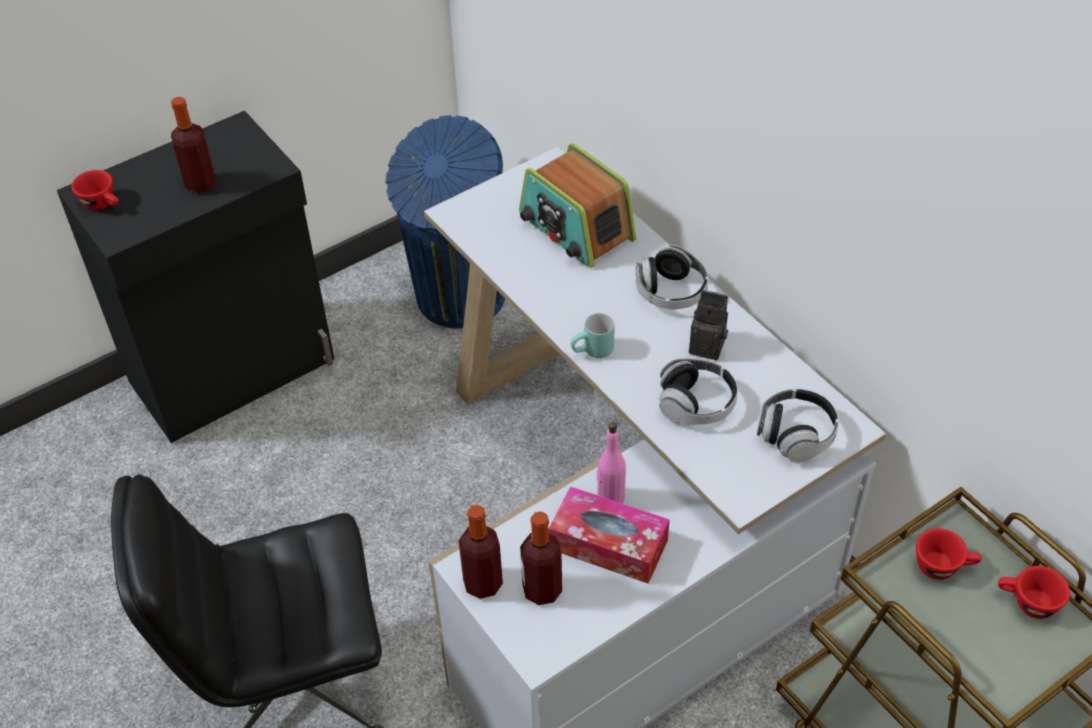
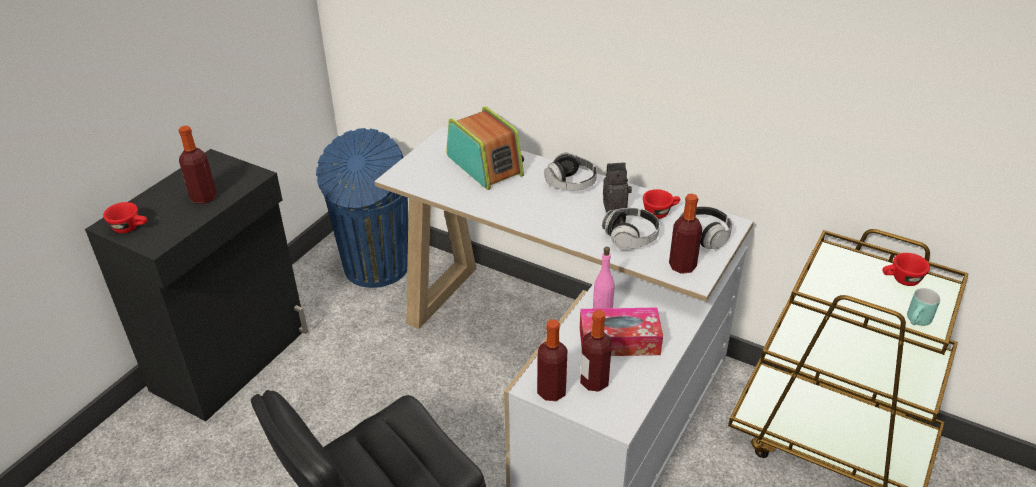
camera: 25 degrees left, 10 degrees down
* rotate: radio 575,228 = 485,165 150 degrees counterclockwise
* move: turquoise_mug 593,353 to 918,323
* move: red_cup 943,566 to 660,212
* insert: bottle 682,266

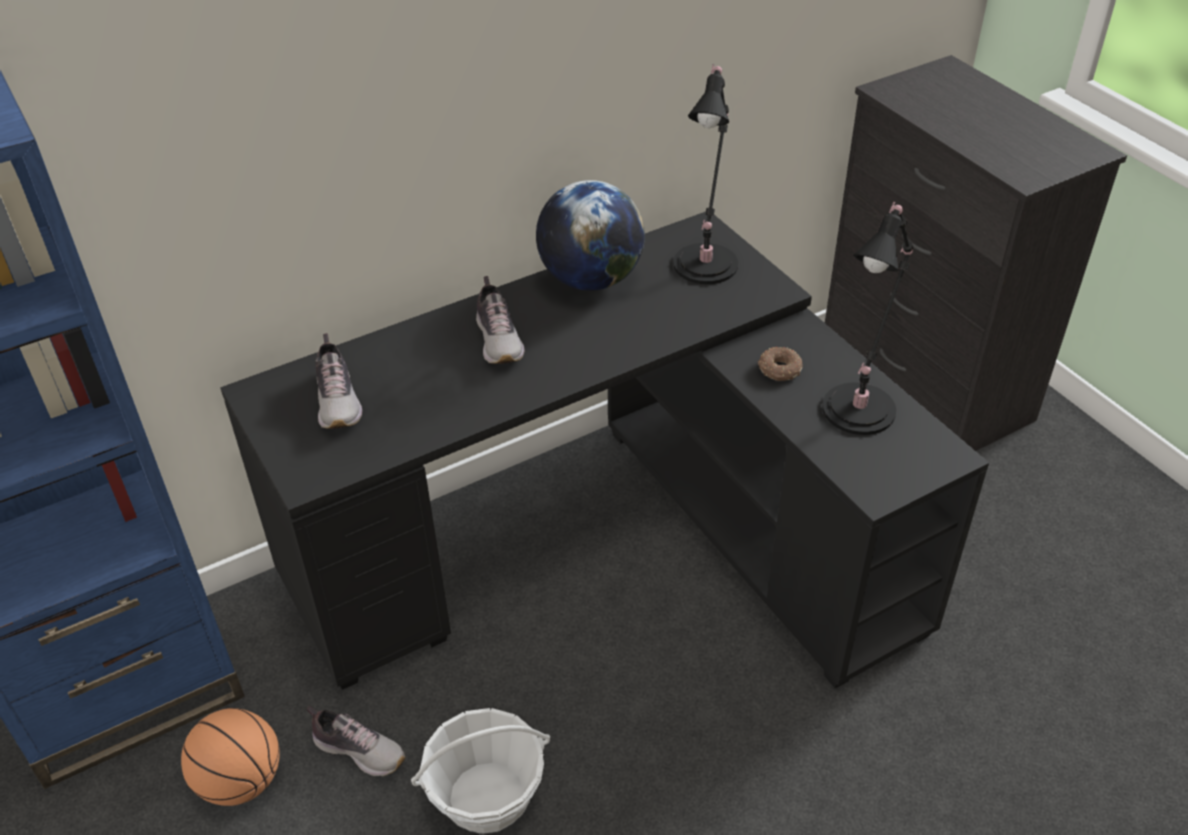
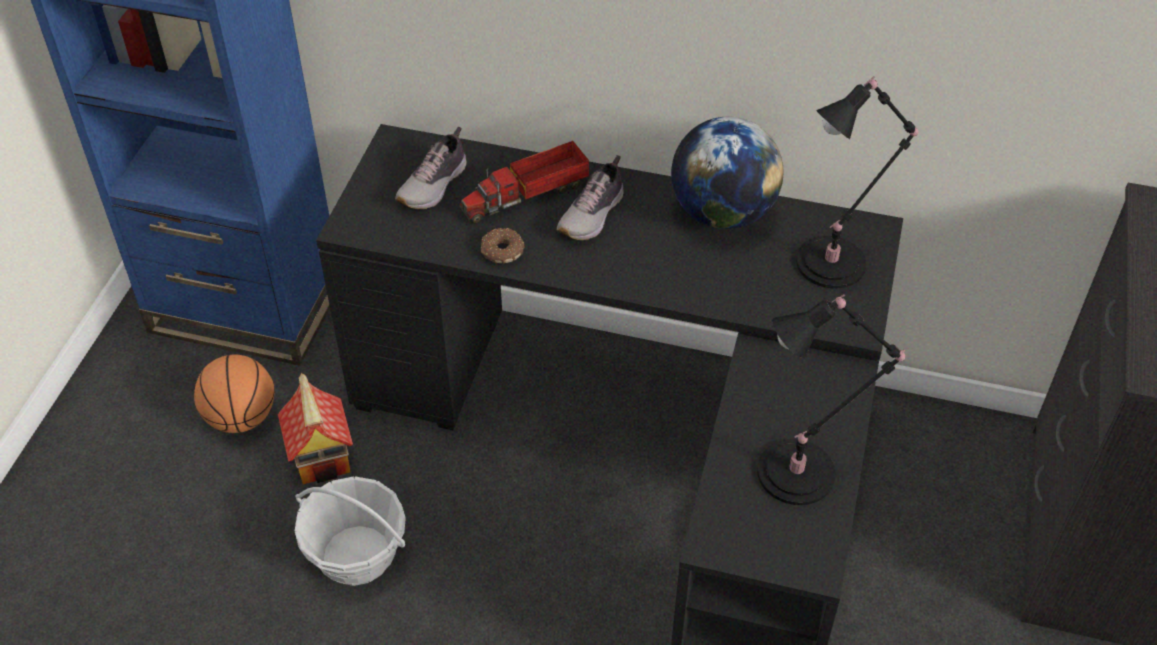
camera: 45 degrees right, 5 degrees up
* replace: shoe 359,749 to toy_house 322,457
* move: donut 779,370 to 501,251
* insert: toy_truck 527,195

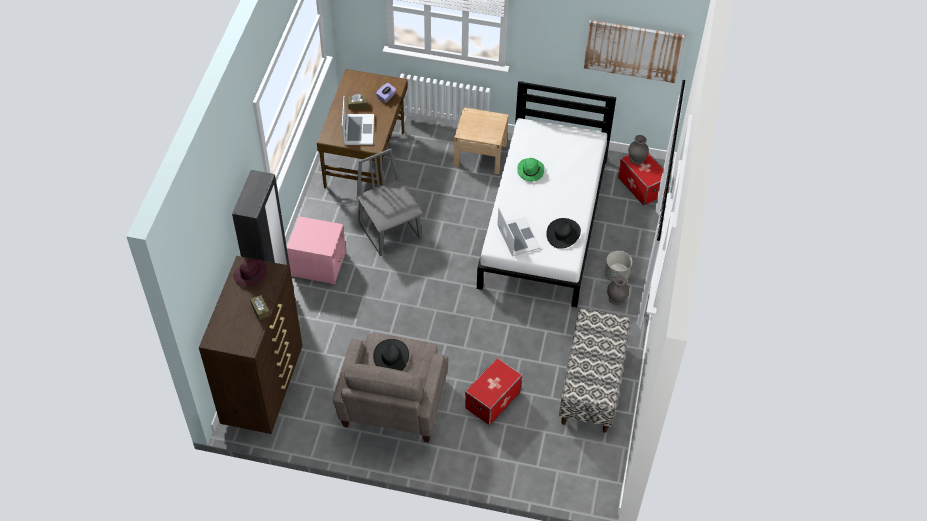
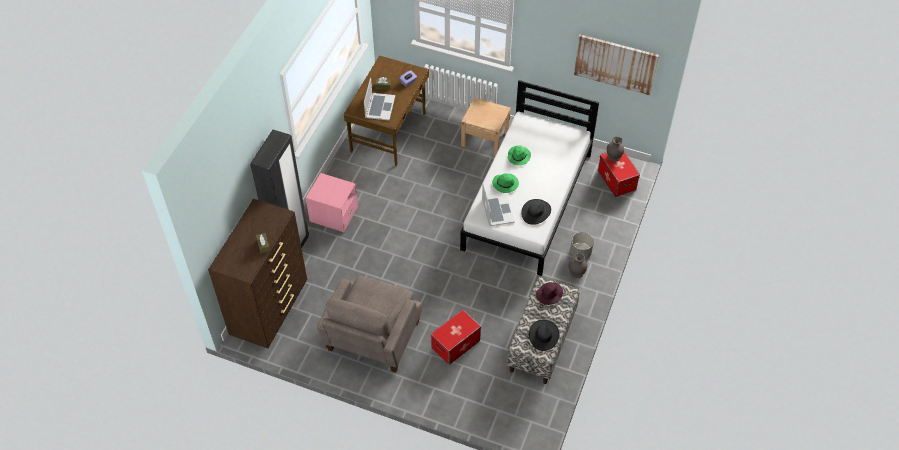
camera: 10 degrees right, 0 degrees up
* move: purple_hat 250,274 to 549,295
* delete: grey_chair 390,230
* move: black_hat 391,357 to 544,335
* insert: green_hat 506,184

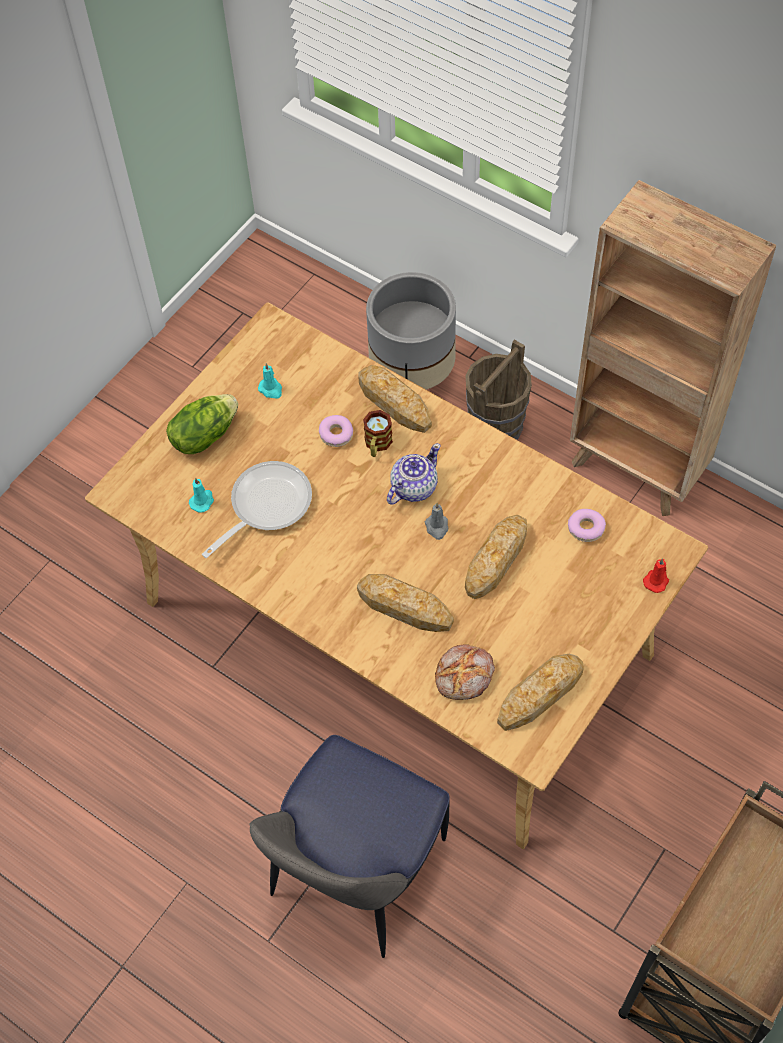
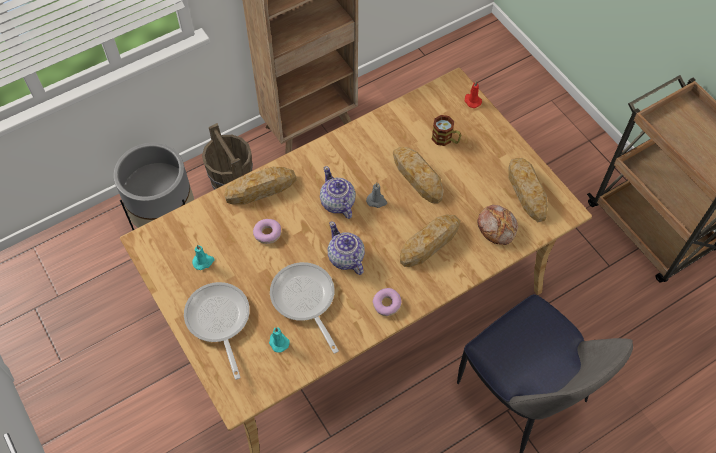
camera: 70 degrees left, 0 degrees up
* replace: lettuce 204,435 to frying_pan 219,321
* move: mug 377,445 to 445,139
* move: donut 586,528 to 386,304
* insert: teapot 346,258

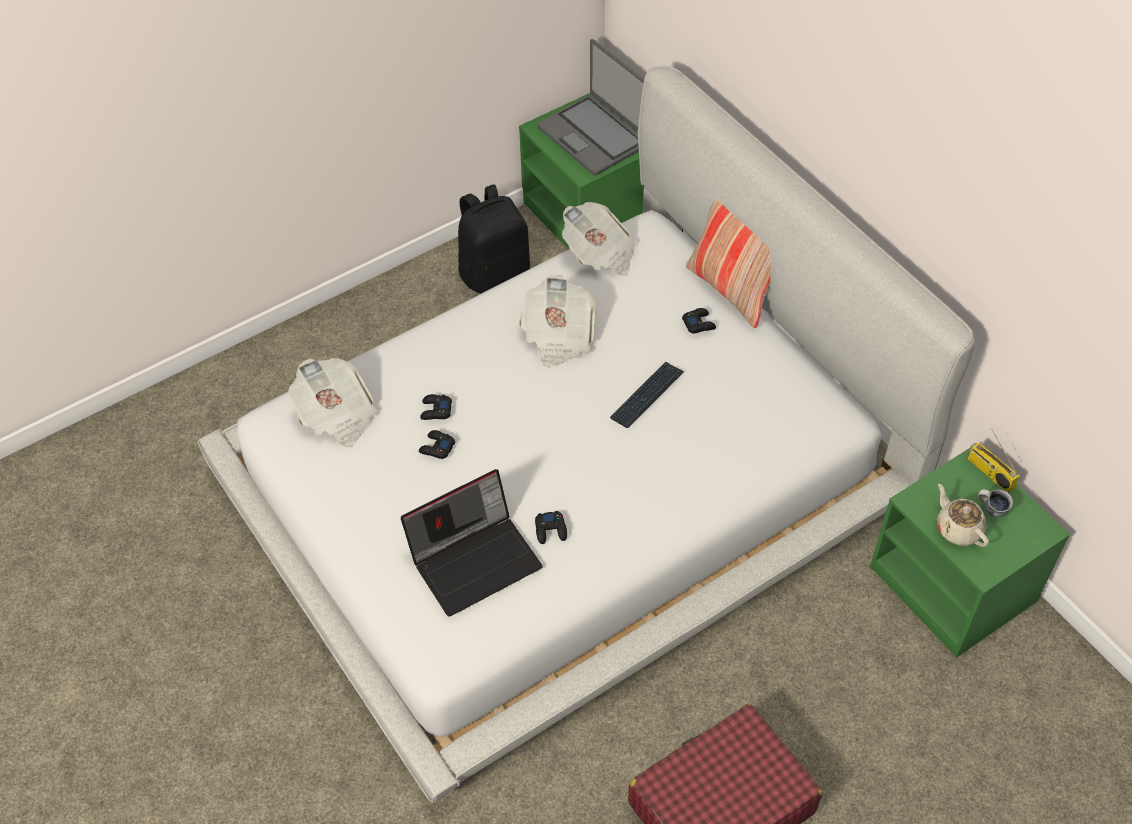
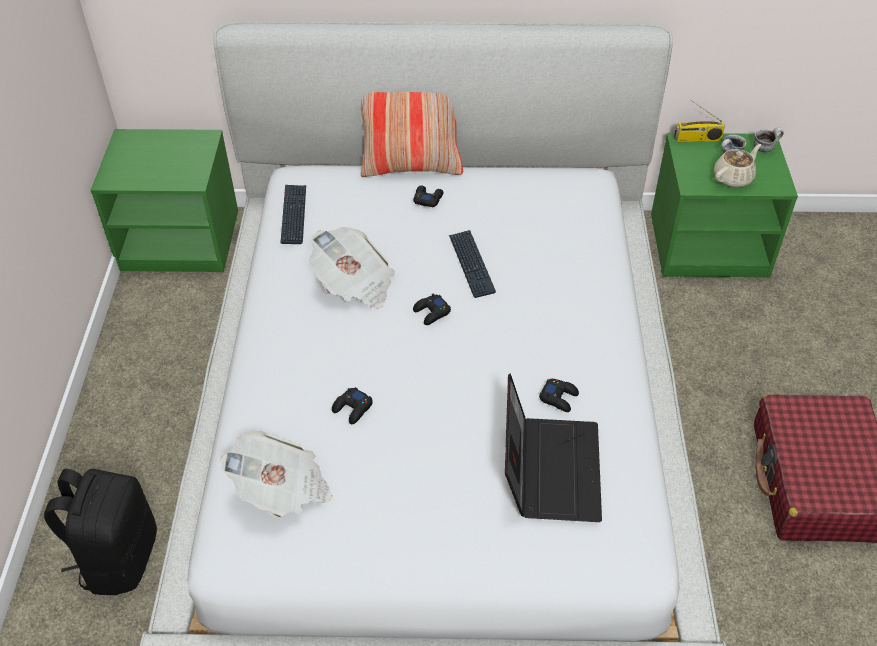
camera: 55 degrees left, 5 degrees down
* move: black_game_controller 436,447 to 431,313
* move: black_backpack 494,272 to 118,558
* delete: laptop 594,136
* replace: newspaper 599,254 to keyboard 294,215
* rotate: beige_teapot 958,528 = 733,178 135 degrees clockwise
* insert: mug 765,148

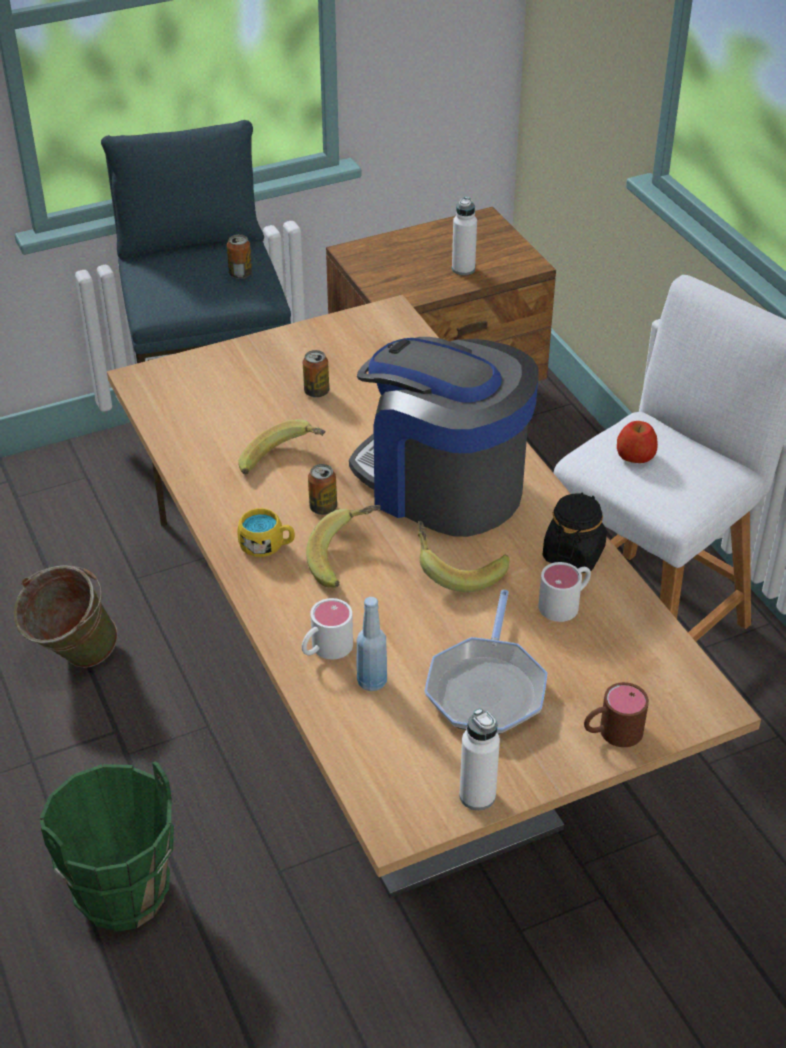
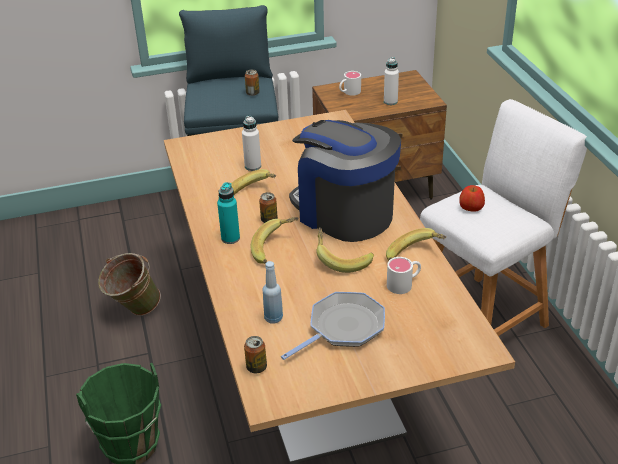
camera: 10 degrees right, 5 degrees down
* replace: yellow_mug 267,546 to turquoise_bottle 230,238
* move: white_mug 325,649 to 349,92
* move: can 316,392 to 256,367
* rotate: frying_pan 486,688 = 343,328 150 degrees counterclockwise
* move: white_bottle 477,796 to 253,166
* replace: black_jar 573,554 to banana 415,256
* delete: brown_mug 611,732

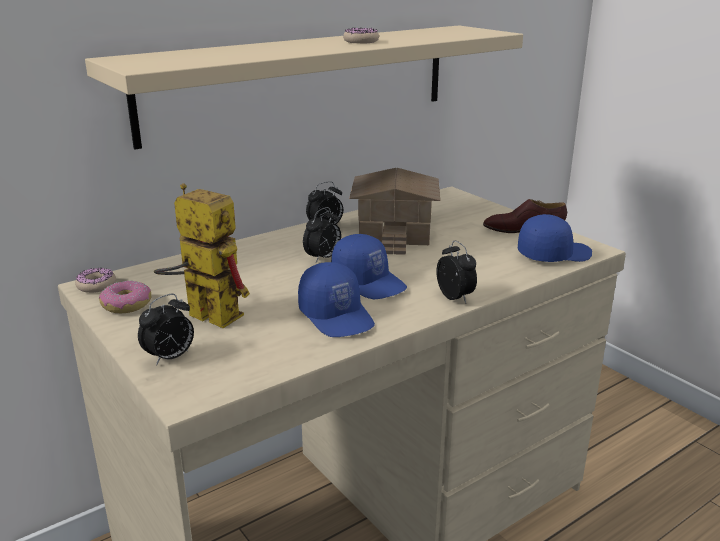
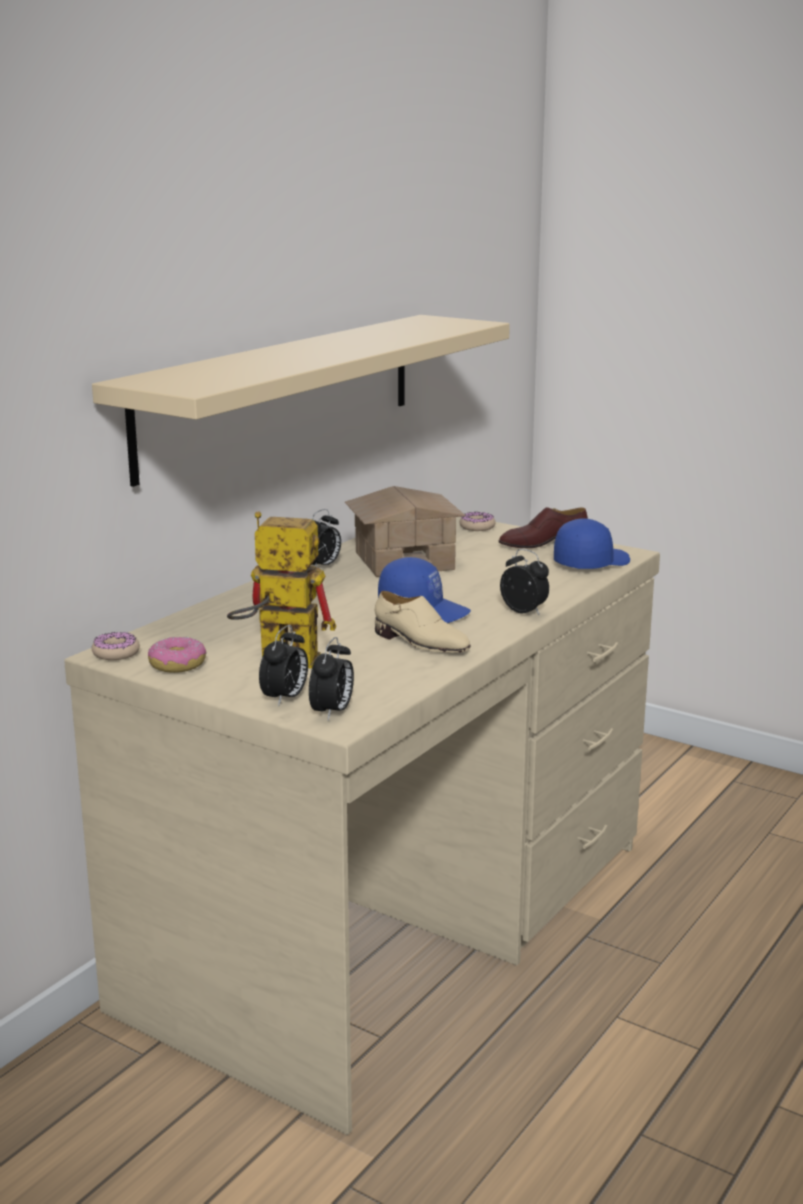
camera: 20 degrees left, 5 degrees down
* replace: blue_cap 337,316 to beige_shoe 420,642
* move: alarm_clock 323,258 to 332,712
* move: donut 361,41 to 477,527

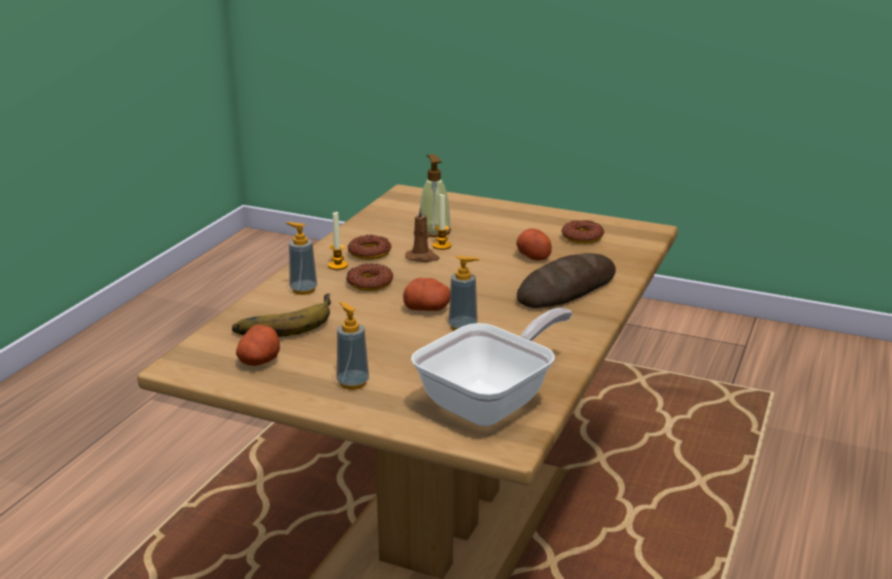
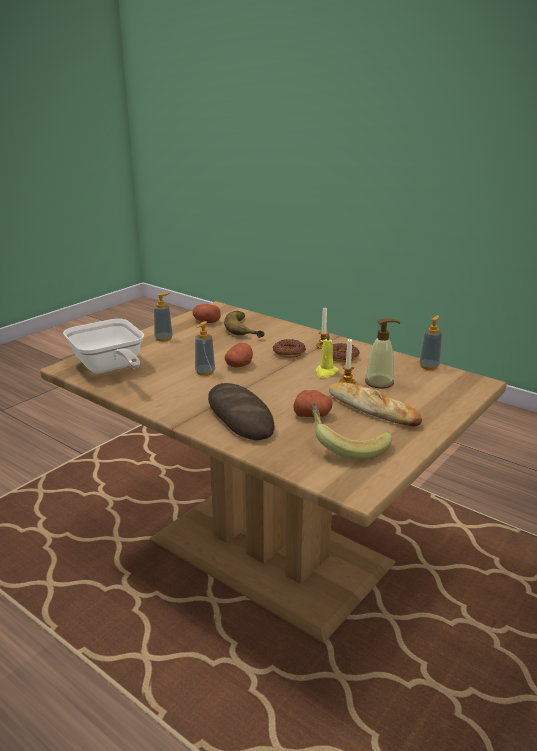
camera: 105 degrees right, 0 degrees up
* move: soap_dispenser 303,290 to 429,366
* recolor: brown_candle 422,257 to yellow_candle 326,372
* replace: donut 582,237 to banana 347,445
* insert: bread 373,409

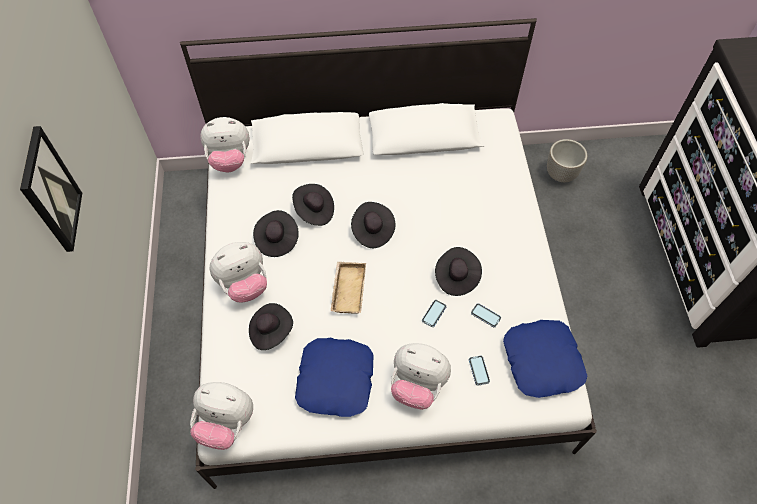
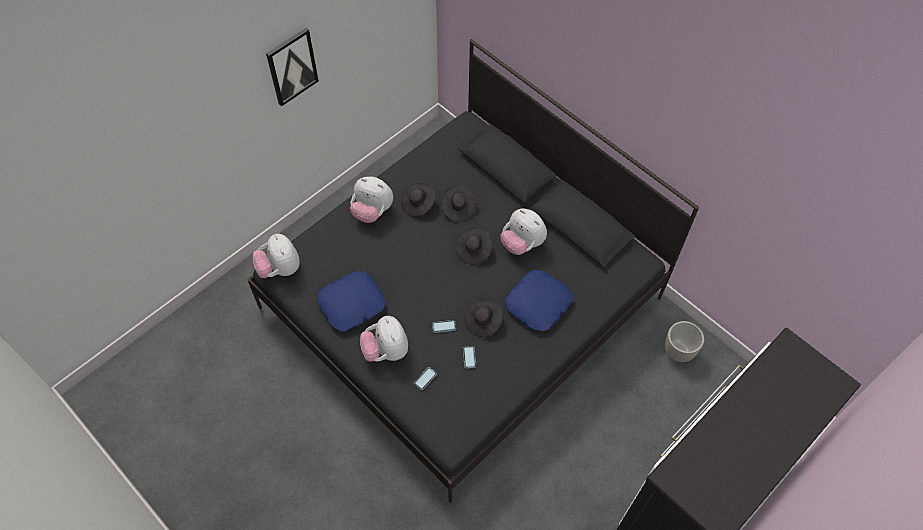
camera: 50 degrees right, 0 degrees up
* recolor: white_bed 378,295 to black_bed 461,303
* move: plush_toy 230,160 to 522,243
* delete: black_hat 270,331
* delete: beige_tray 347,289
* move: blue_pillow 543,361 to 538,304

